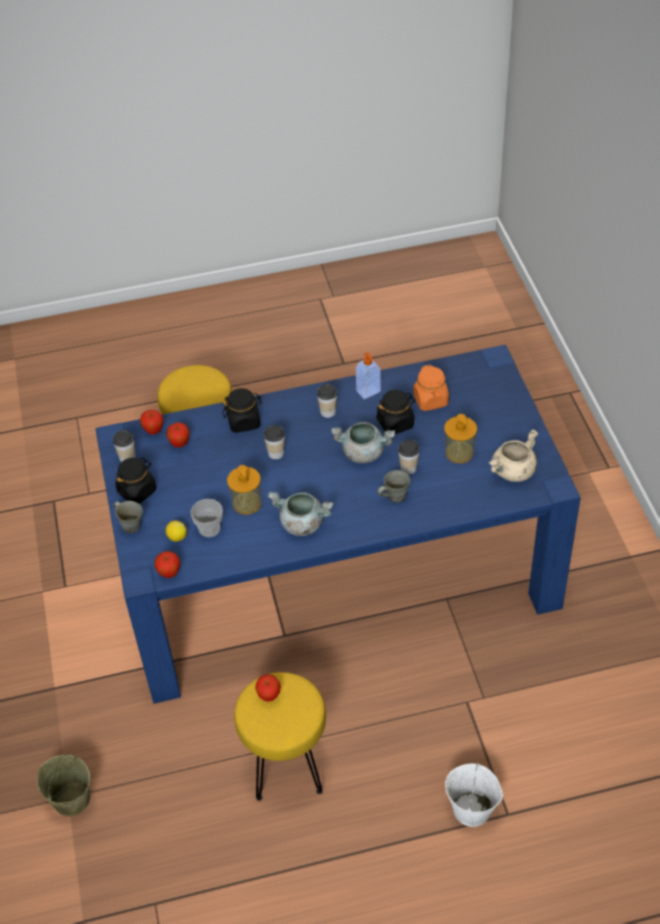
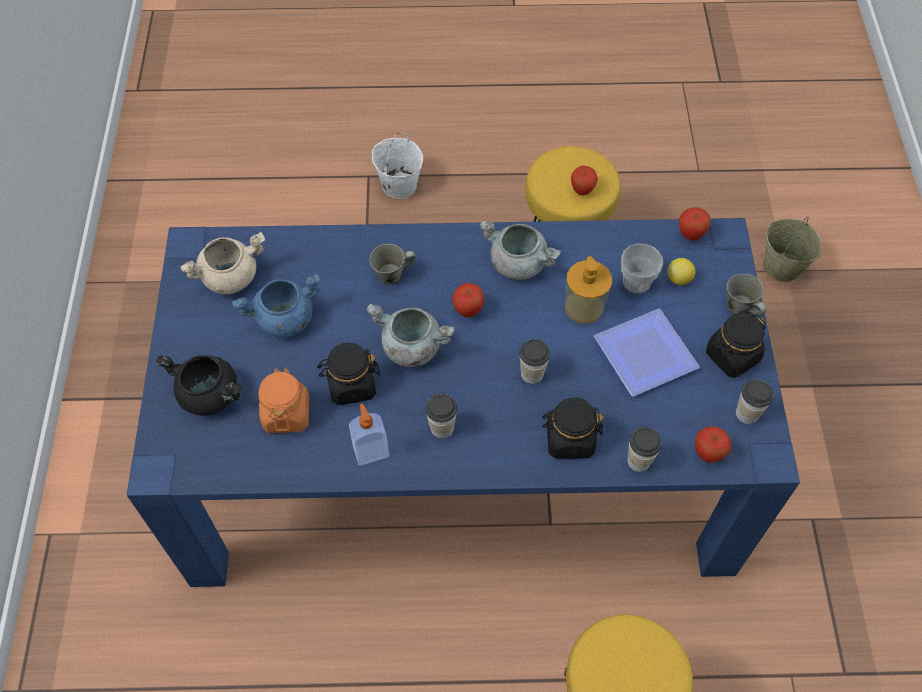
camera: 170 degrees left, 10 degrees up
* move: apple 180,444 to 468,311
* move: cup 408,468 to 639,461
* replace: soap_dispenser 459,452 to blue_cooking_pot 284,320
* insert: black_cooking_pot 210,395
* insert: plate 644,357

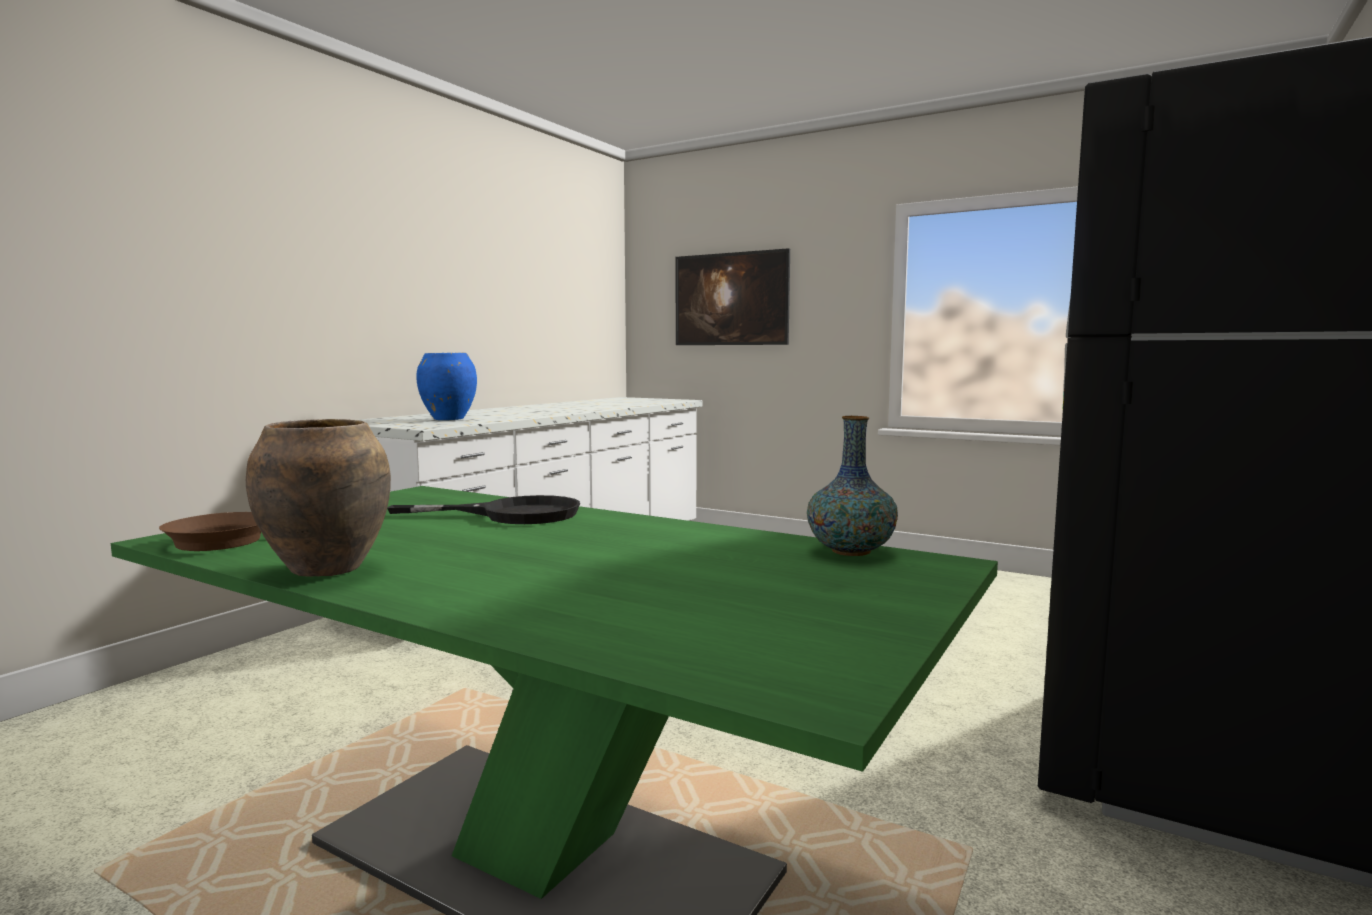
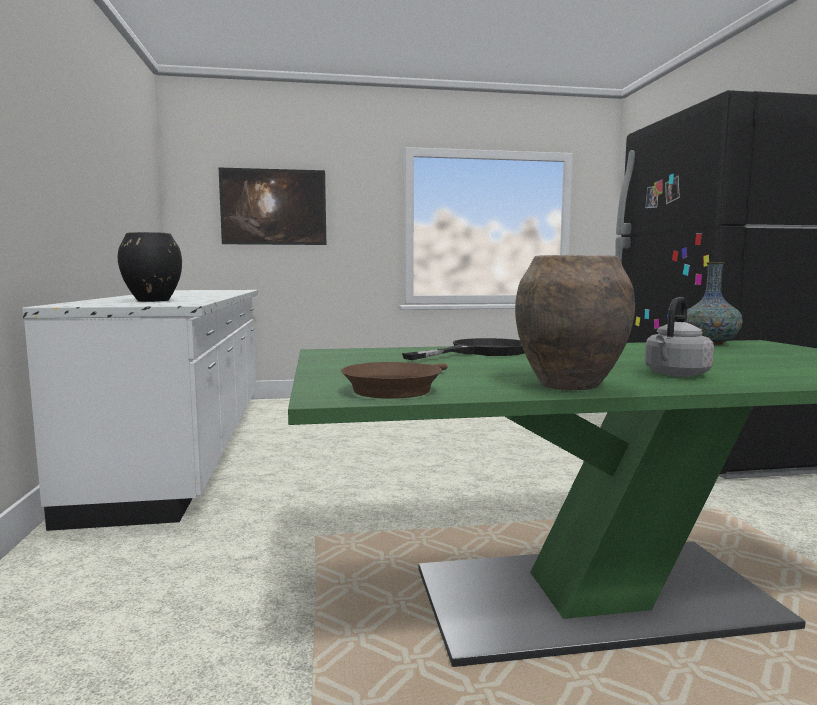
camera: 40 degrees left, 0 degrees up
* recolor: blue_vase 448,419 to black_vase 153,301
* insert: grey_kettle 675,374

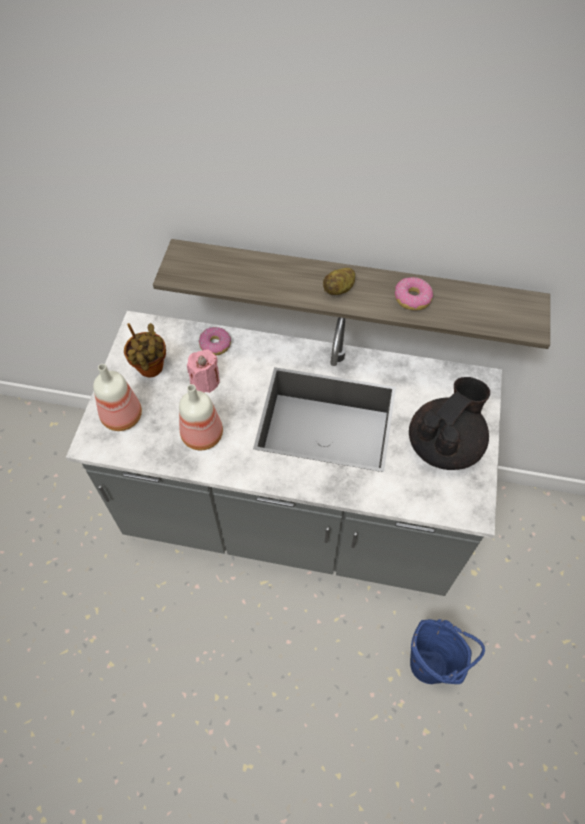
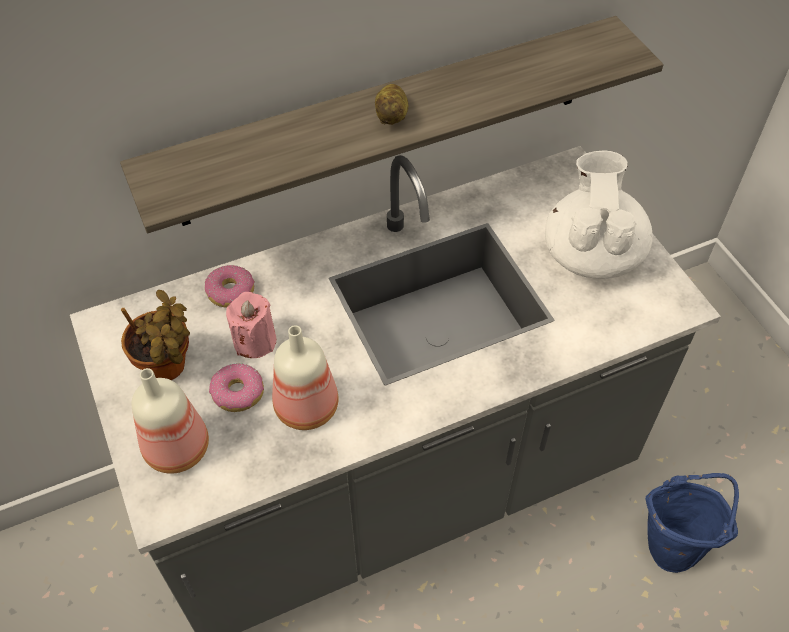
camera: 35 degrees left, 5 degrees down
* move: donut 412,298 to 237,393
* recolor: black_teapot 444,444 to white_teapot 591,254

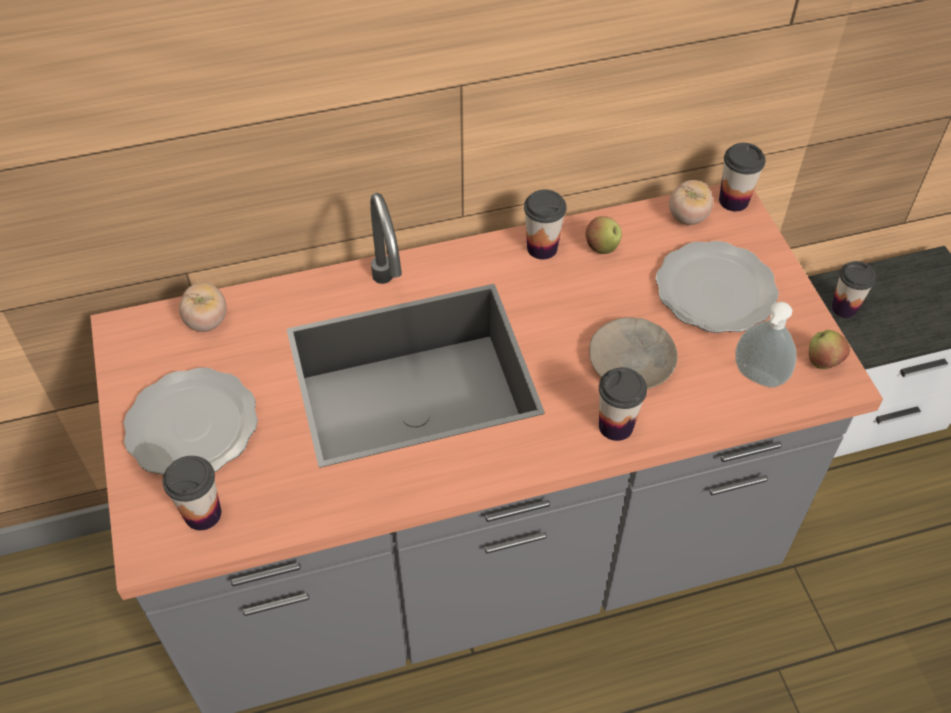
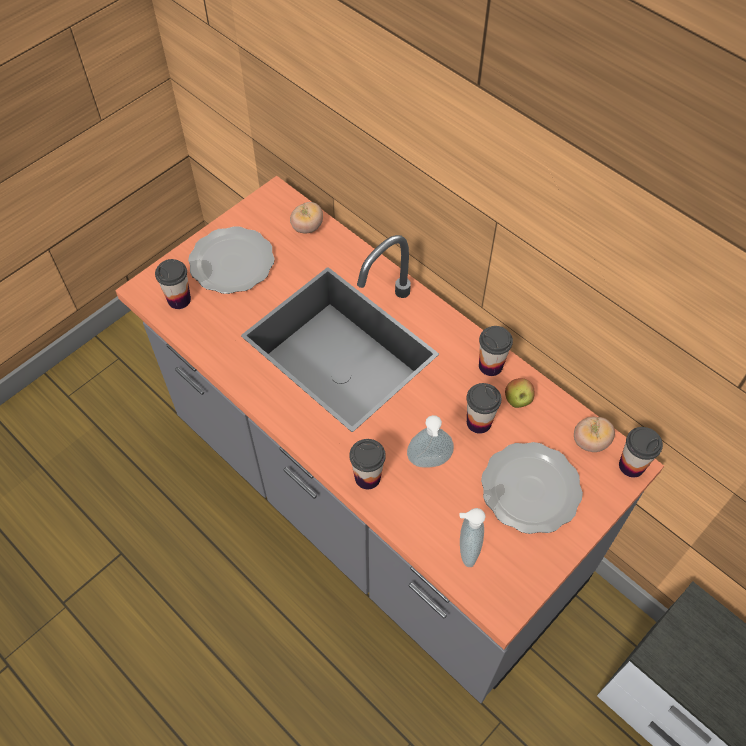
camera: 60 degrees right, 5 degrees up
* replace: beige_plate 632,360 to soap_dispenser 429,463
* delete: apple 823,362
* move: cup 844,308 to 479,422

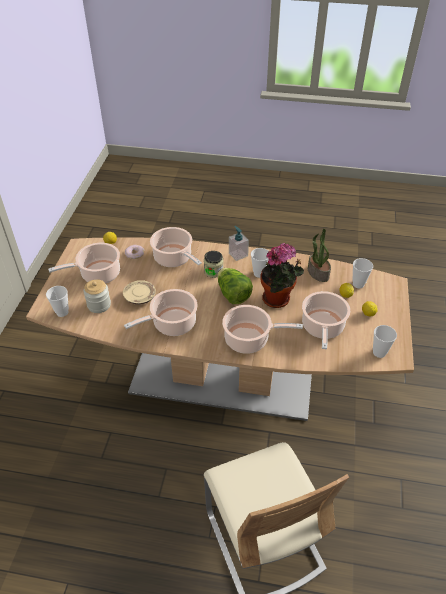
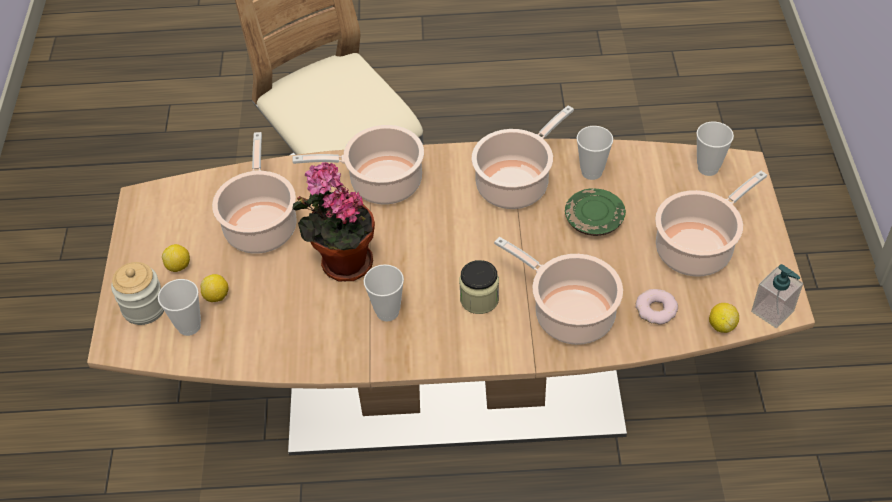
camera: 170 degrees right, 5 degrees up
* move: jar 99,305 to 144,308
* recolor: beige_plate 140,296 to green_plate 594,220
* delete: lettuce 233,294
* move: soap_dispenser 238,254 to 772,311
* delete: potted_plant 317,273
* move: cup 379,352 to 591,172

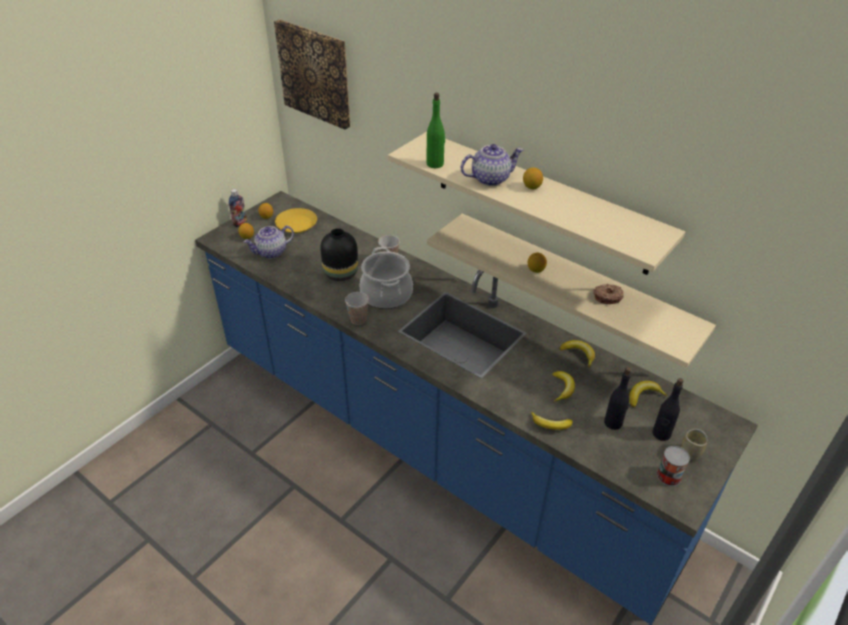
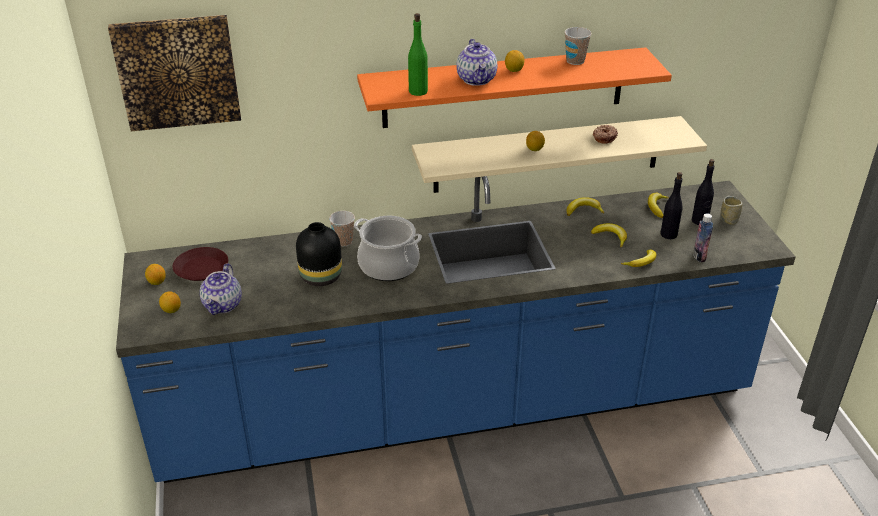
camera: 50 degrees left, 5 degrees down
* move: bottle 240,223 to 699,256
* recolor: yellow_plate 297,224 to brown_plate 202,269
* move: cup 358,319 to 575,61
* recolor: beige_shelf 540,202 to orange_shelf 504,88
* rotate: teapot 490,178 = 477,80 150 degrees clockwise
* delete: can 669,476

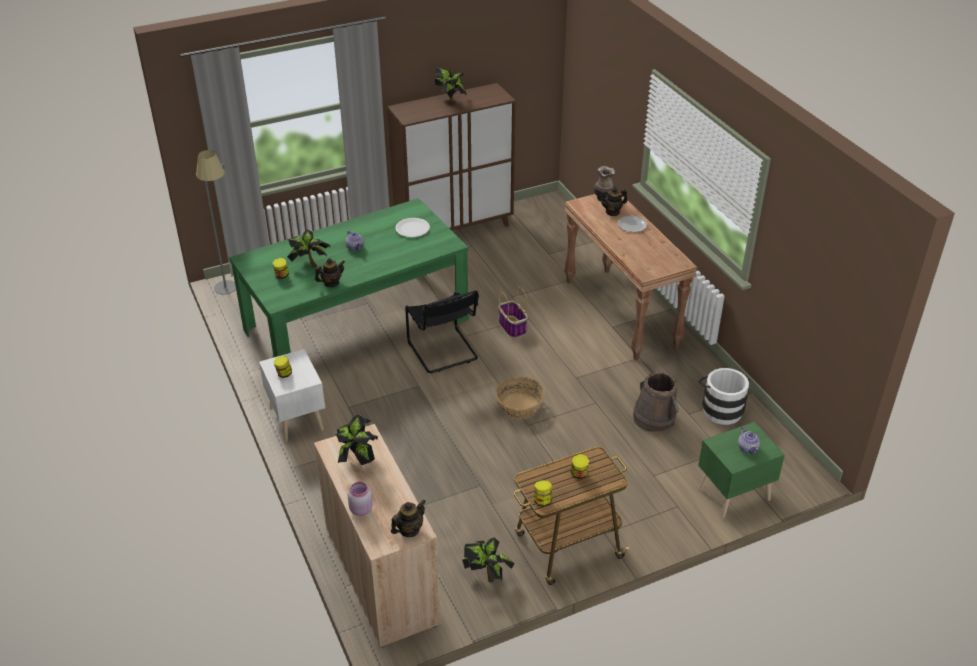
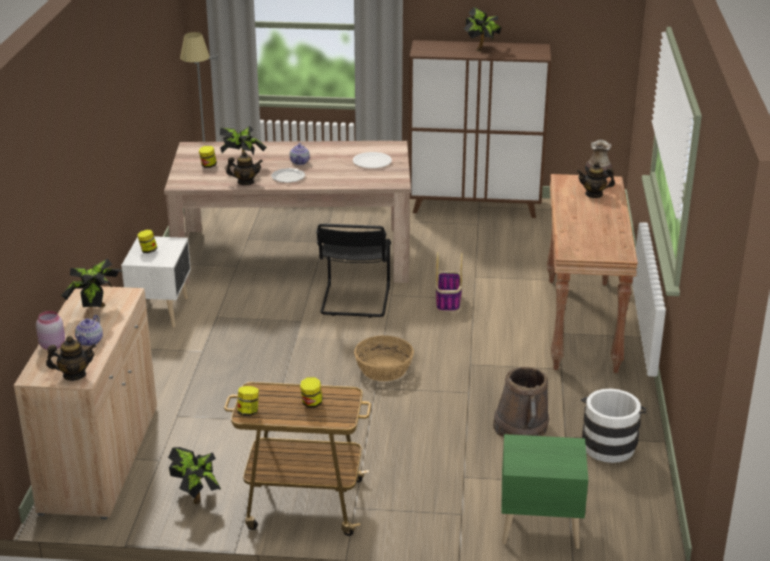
camera: 30 degrees right, 10 degrees down
* recolor: green_dining_table 356,325 to beige_dining_table 294,256
* move: plate 632,225 to 288,177
* move: teapot 747,448 to 90,341

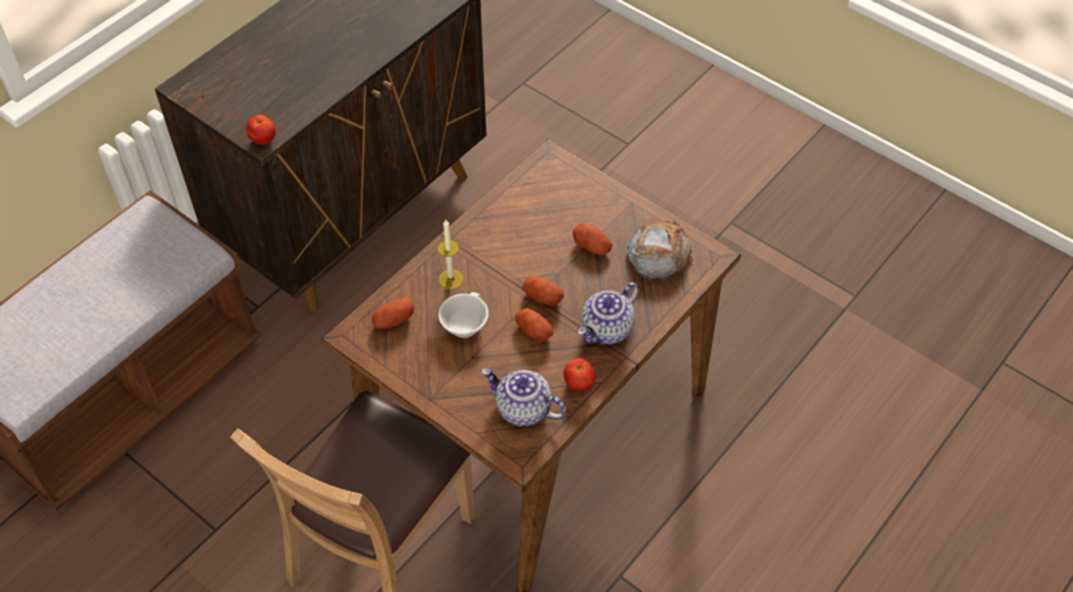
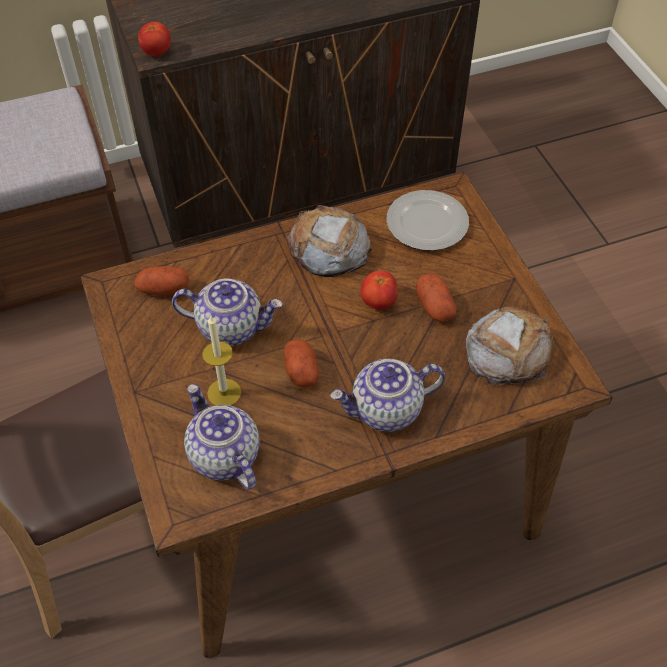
camera: 30 degrees right, 0 degrees up
* move: candle 451,279 to 224,393
* replace: white_cup 463,324 to teapot 231,327
* delete: potato 542,297
* move: tomato 579,383 to 378,302
* insert: bread 328,248
* insert: plate 428,223

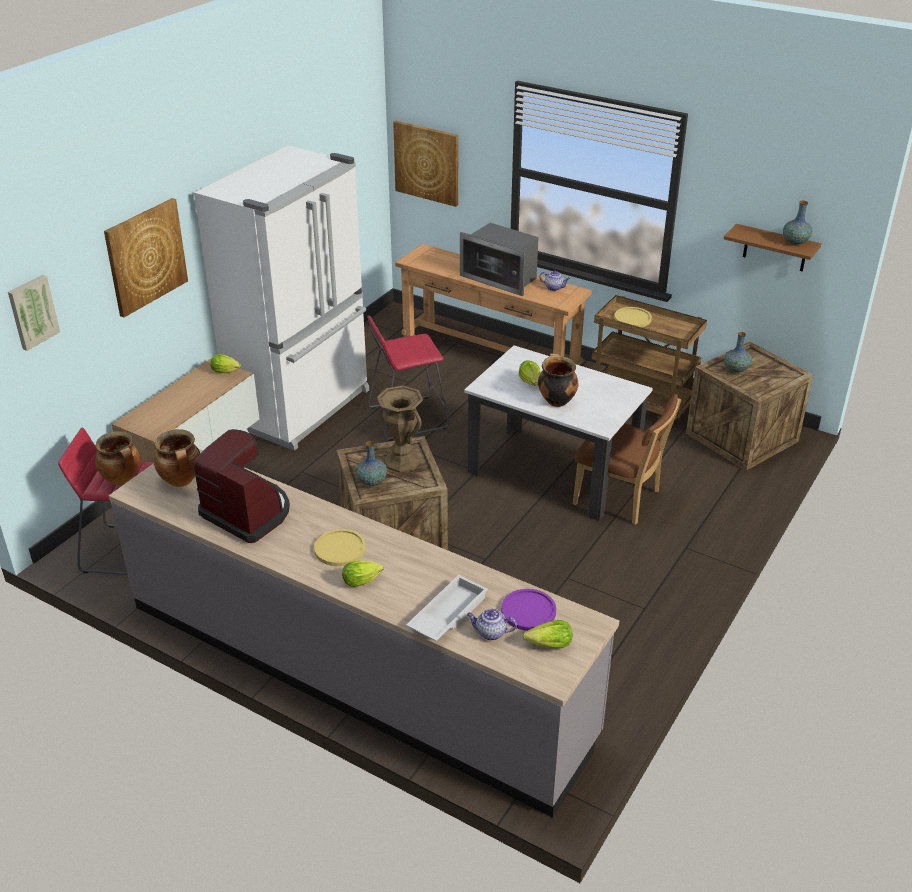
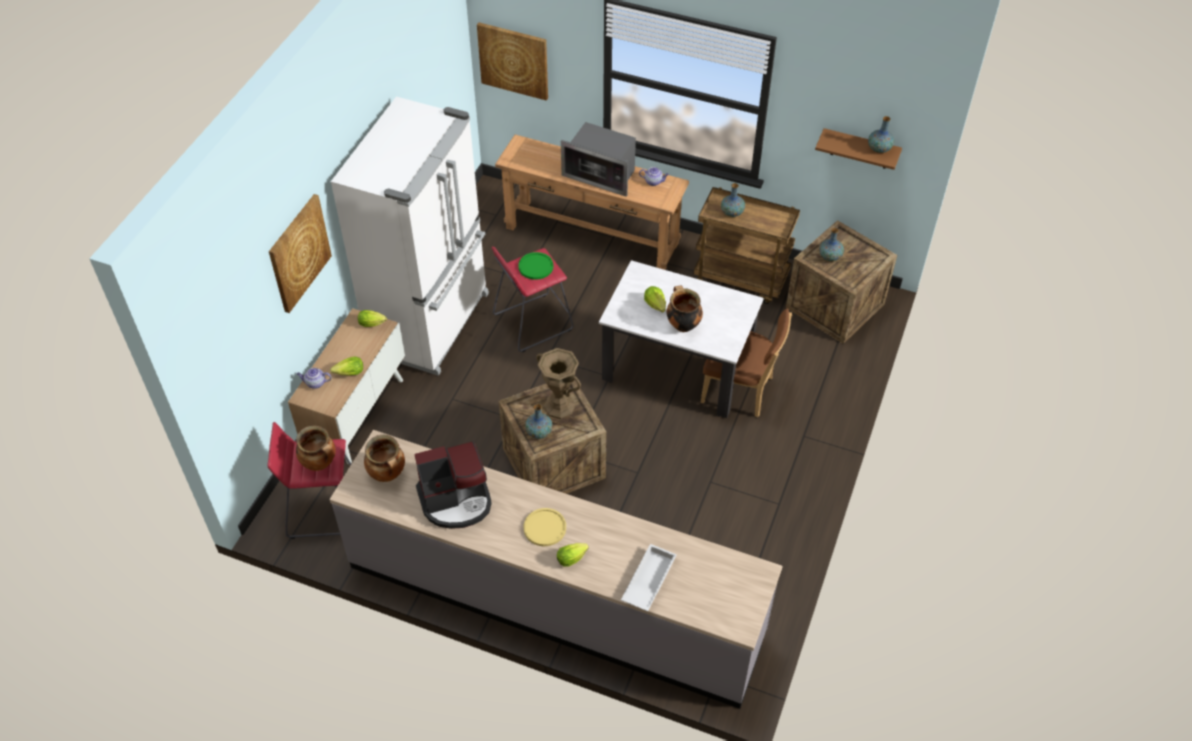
camera: 10 degrees left, 15 degrees up
* delete: picture 32,312
* rotate: coffee_machine 248,513 = 456,501 135 degrees clockwise
* move: teapot 490,633 to 315,383
* delete: purple_plate 528,611
* move: lettuce 549,645 to 350,373
* replace: yellow_plate 632,318 to vase 732,213
* insert: green_plate 535,266

